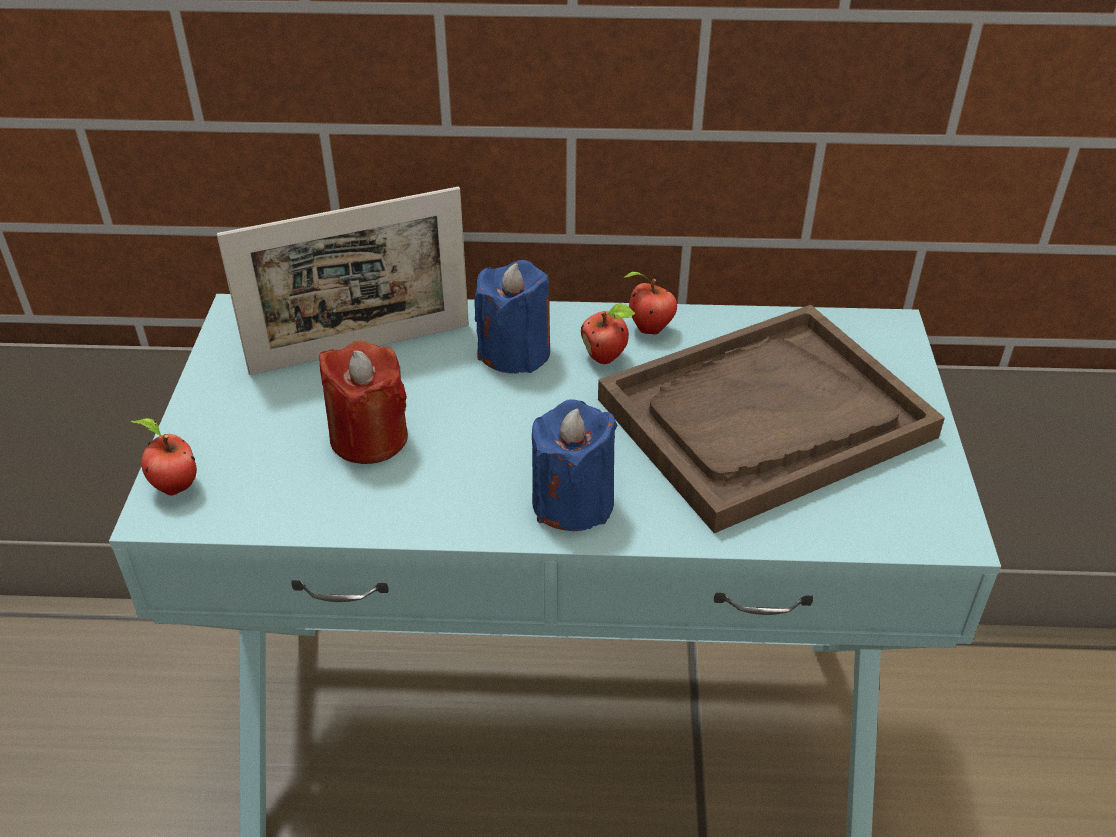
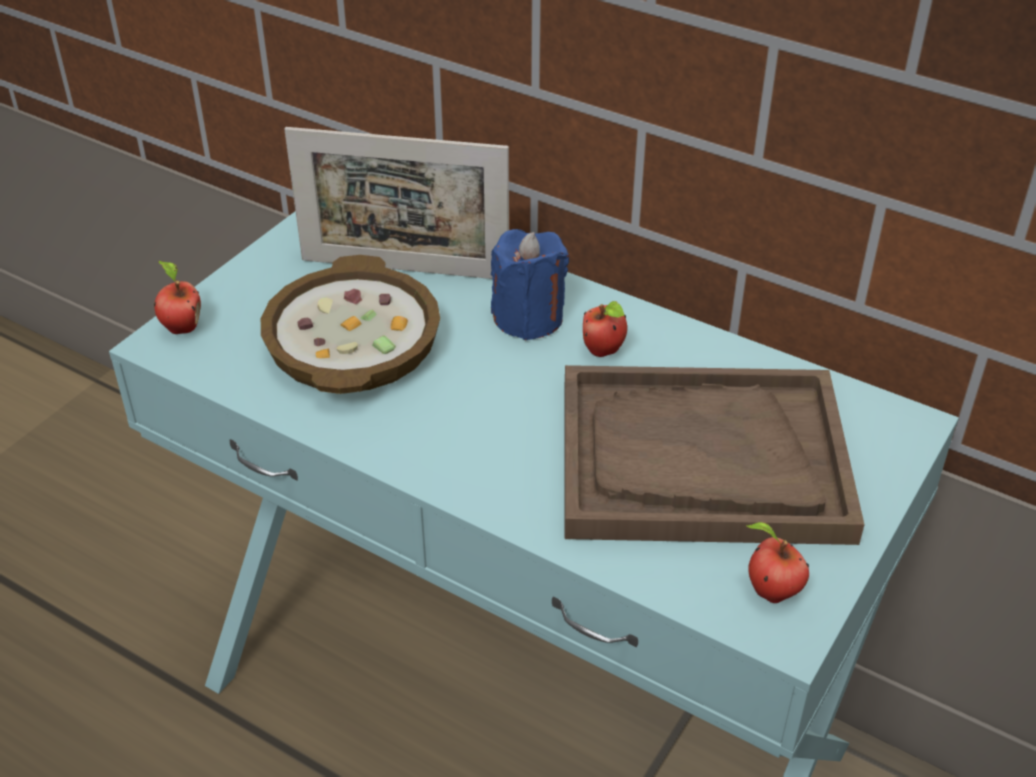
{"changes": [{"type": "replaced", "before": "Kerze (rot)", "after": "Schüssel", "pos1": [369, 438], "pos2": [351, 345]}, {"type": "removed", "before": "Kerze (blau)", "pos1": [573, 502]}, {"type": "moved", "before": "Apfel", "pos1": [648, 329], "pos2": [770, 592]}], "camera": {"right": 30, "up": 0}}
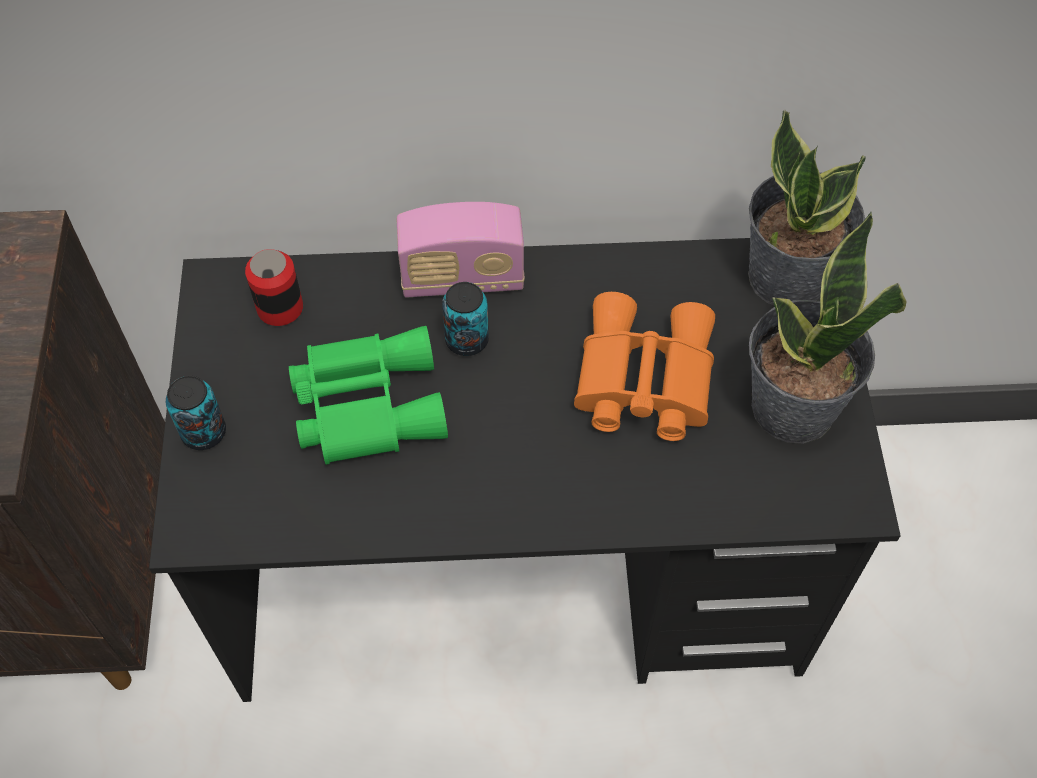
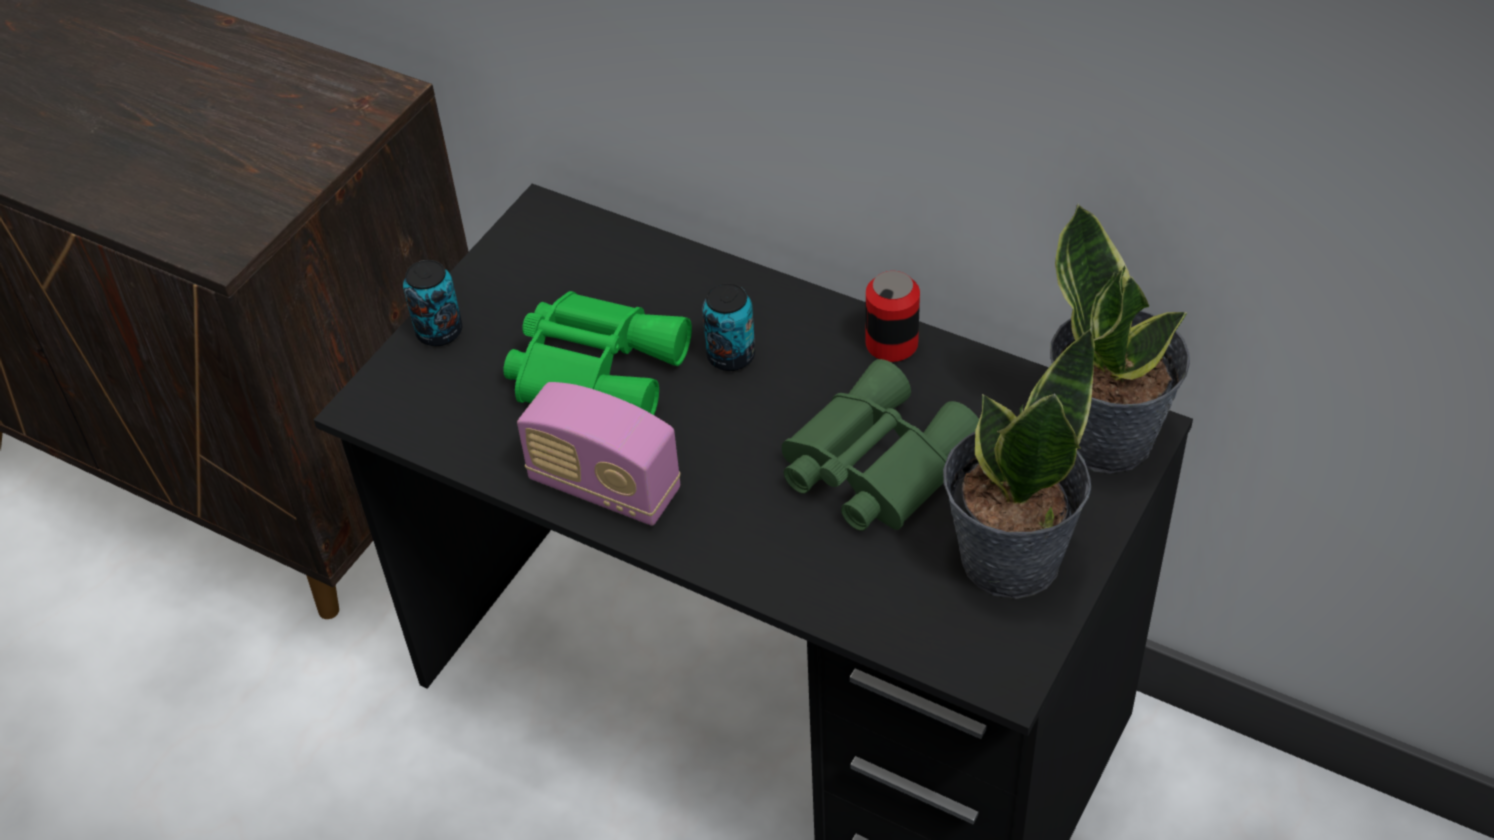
{"changes": [{"type": "moved", "before": "Dose", "pos1": [280, 308], "pos2": [891, 344]}, {"type": "moved", "before": "Radio", "pos1": [462, 278], "pos2": [604, 487]}, {"type": "recoloured", "before": "Fernglas (orange)", "after": "Fernglas (grün)", "pos1": [640, 380], "pos2": [871, 464]}], "camera": {"right": 35, "up": -10}}
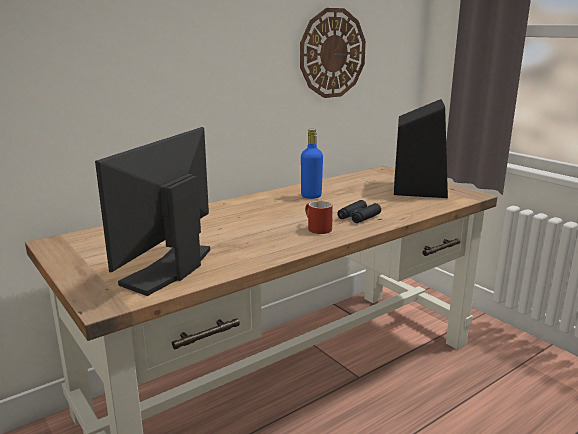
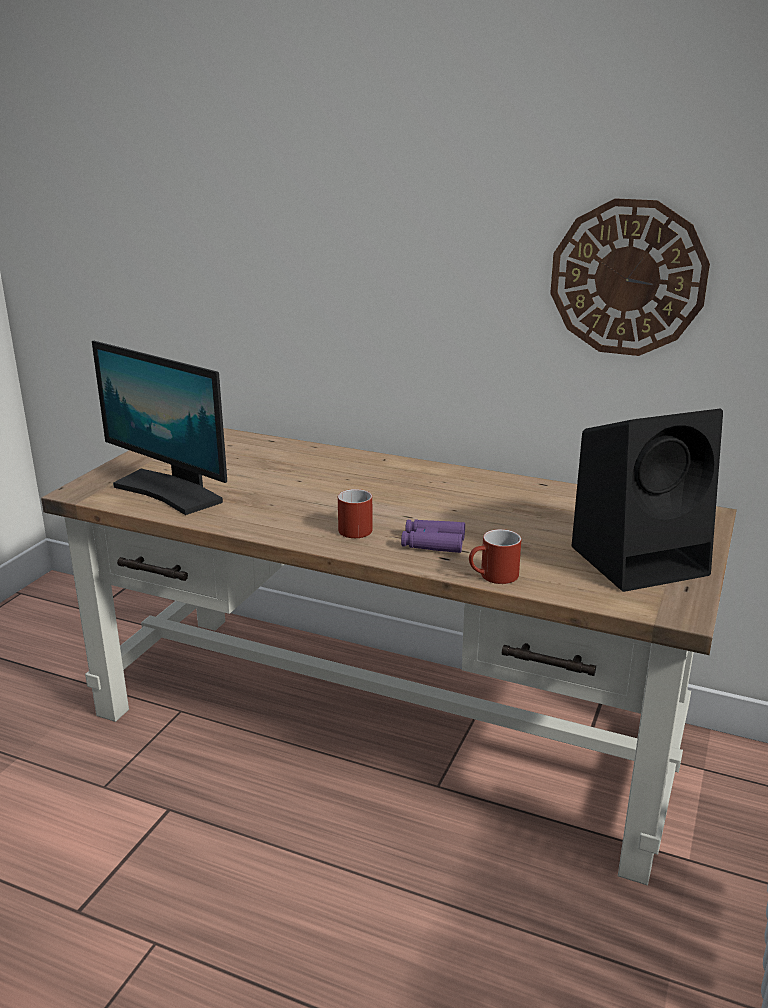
{"changes": [{"type": "turned", "before": "Monitor", "pos1": [170, 269], "pos2": [170, 491], "turn": -135}, {"type": "removed", "before": "Flasche (blau)", "pos1": [311, 196]}, {"type": "recoloured", "before": "Fernglas (schwarz)", "after": "Fernglas (lila)", "pos1": [358, 217], "pos2": [433, 543]}, {"type": "added", "after": "Henkelbecher (rot)", "pos2": [493, 577]}], "camera": {"right": 60, "up": 5}}
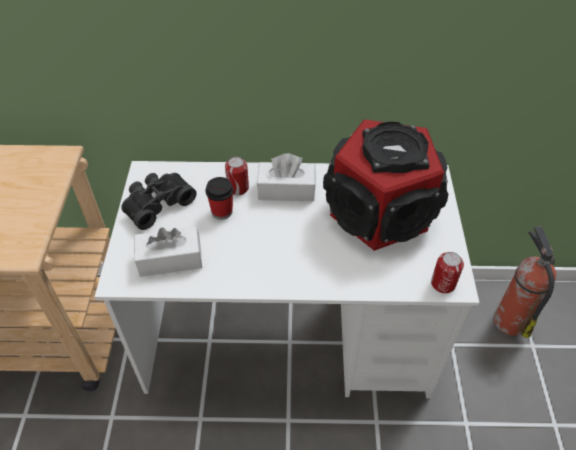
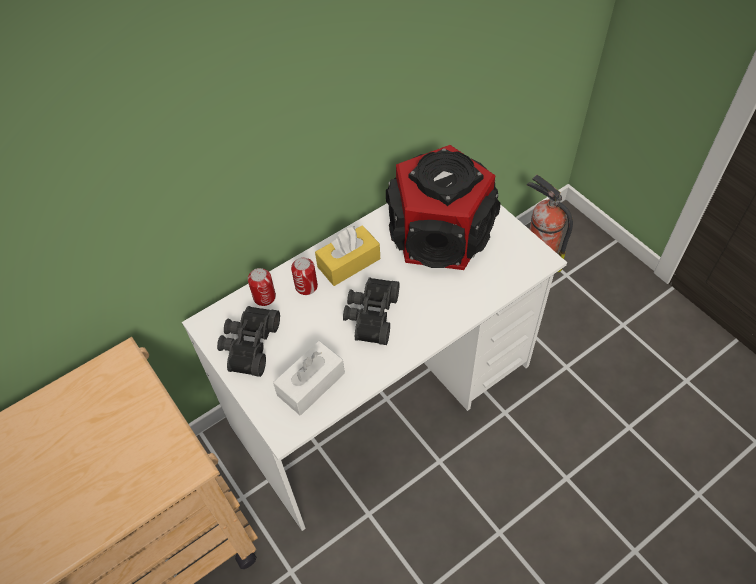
{"changes": [{"type": "removed", "before": "Tasse", "pos1": [222, 211]}, {"type": "recoloured", "before": "Taschentuchbox (weiß)", "after": "Taschentuchbox (gelb)", "pos1": [286, 190], "pos2": [349, 263]}, {"type": "moved", "before": "Dose", "pos1": [443, 283], "pos2": [264, 297]}, {"type": "added", "after": "Fernglas (schwarz)", "pos2": [370, 315]}], "camera": {"right": -35, "up": 5}}
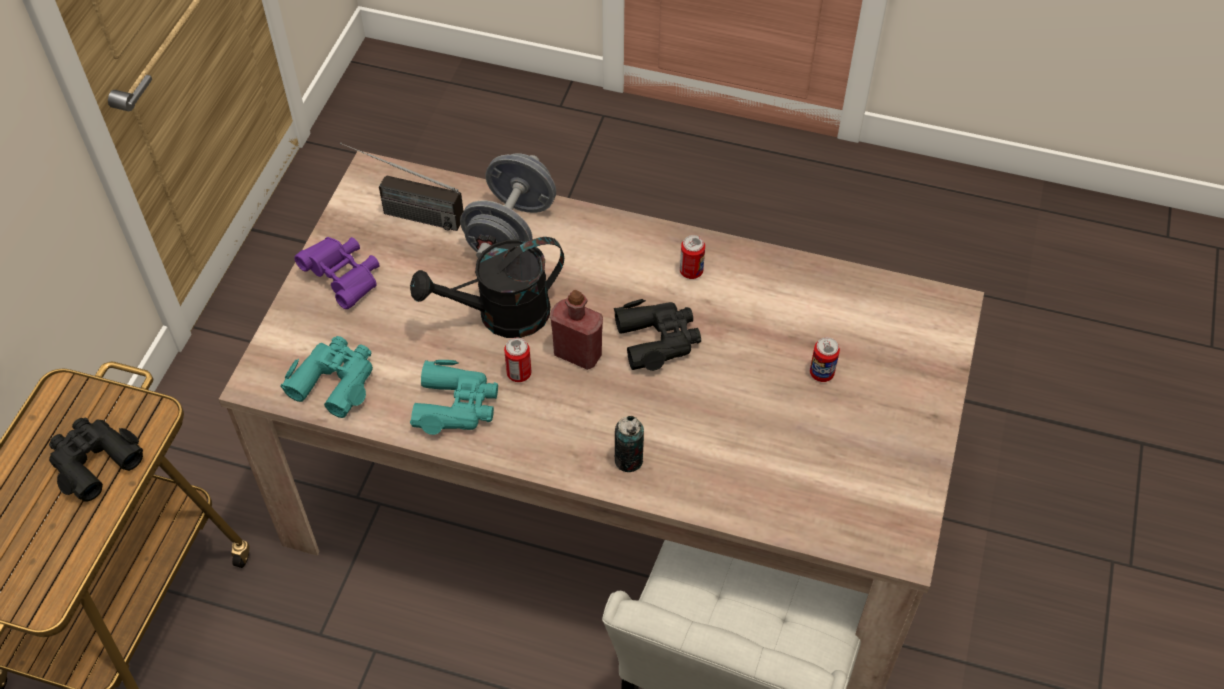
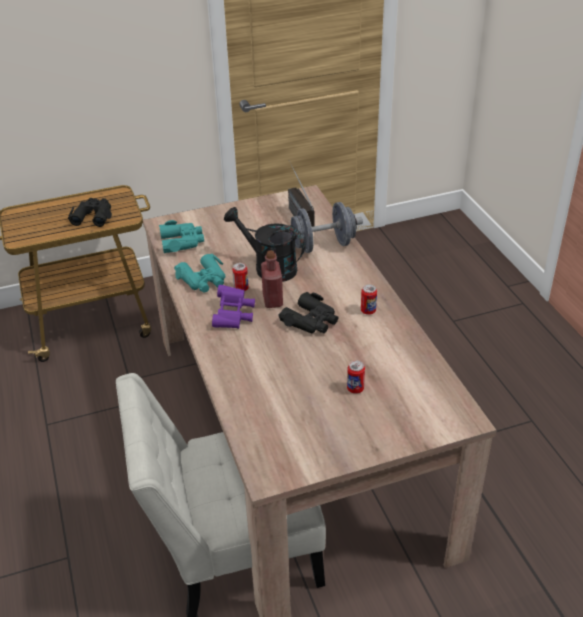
{"changes": [{"type": "moved", "before": "Fernglas (lila)", "pos1": [344, 278], "pos2": [233, 316]}, {"type": "removed", "before": "Dose", "pos1": [628, 460]}], "camera": {"right": 55, "up": -15}}
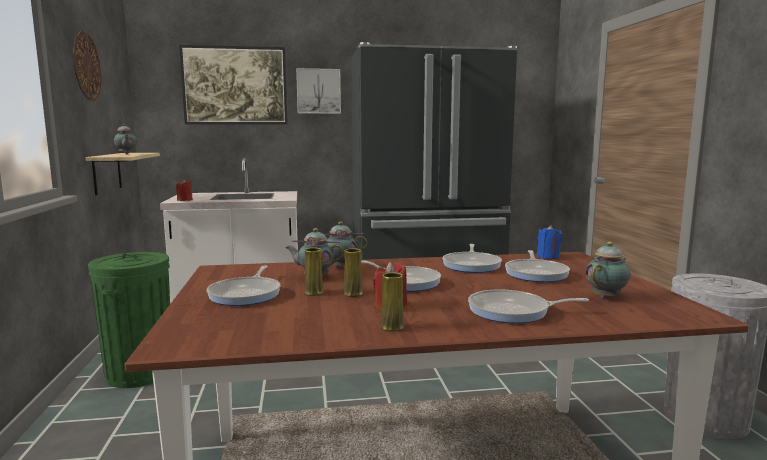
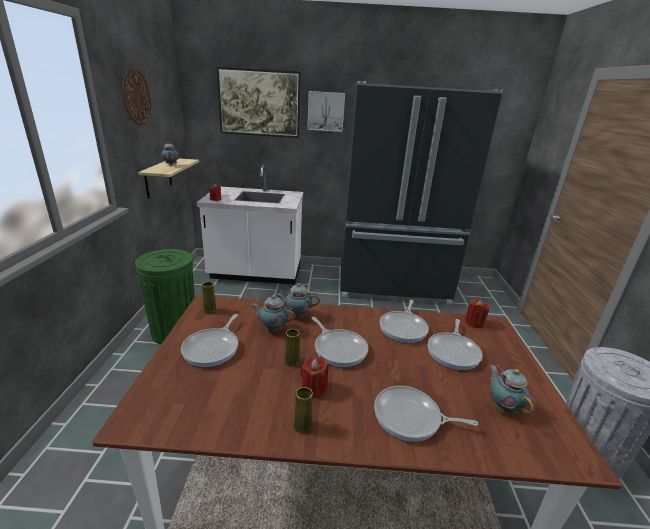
{"changes": [{"type": "moved", "before": "Vase (gelb)", "pos1": [314, 293], "pos2": [210, 310]}, {"type": "recoloured", "before": "Kerze (blau)", "after": "Kerze (rot)", "pos1": [548, 256], "pos2": [474, 323]}, {"type": "turned", "before": "Teekanne", "pos1": [607, 297], "pos2": [502, 407], "turn": -75}], "camera": {"right": 10, "up": 15}}
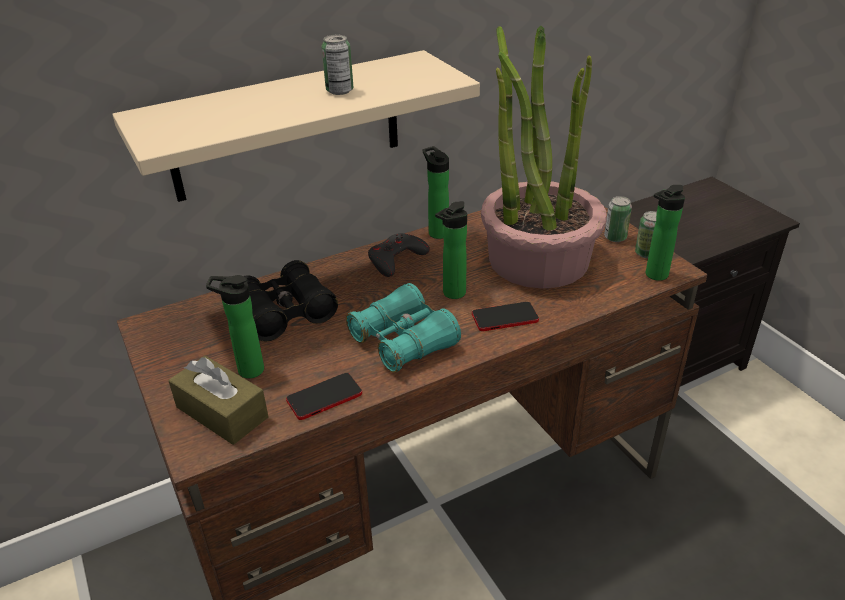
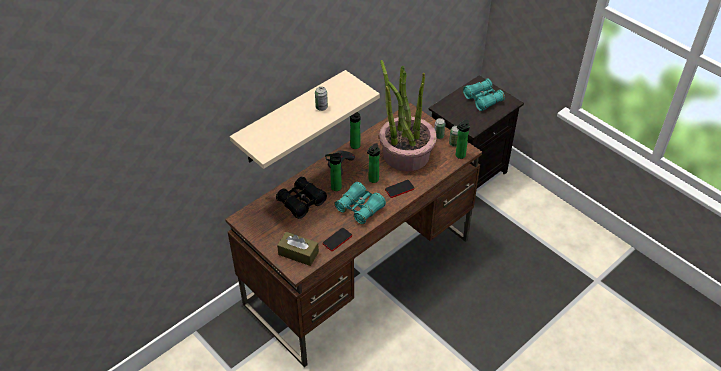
{"changes": [{"type": "moved", "before": "Flasche", "pos1": [247, 370], "pos2": [334, 187]}, {"type": "added", "after": "Fernglas (türkis)", "pos2": [483, 99]}], "camera": {"right": -15, "up": 10}}
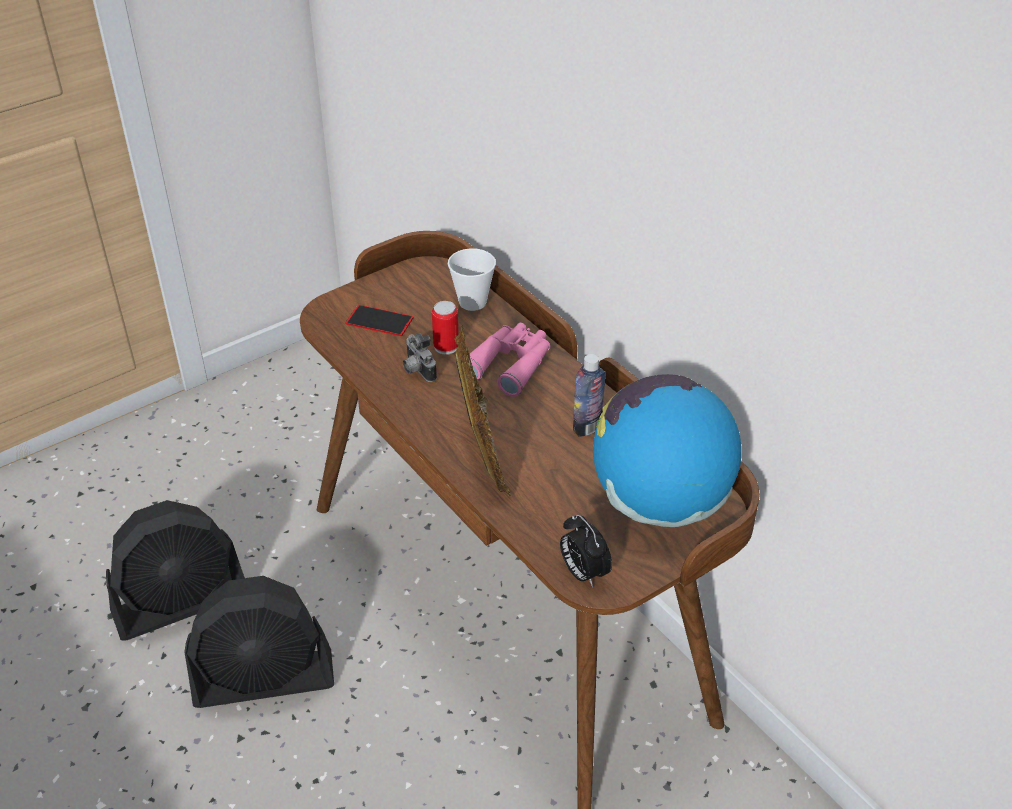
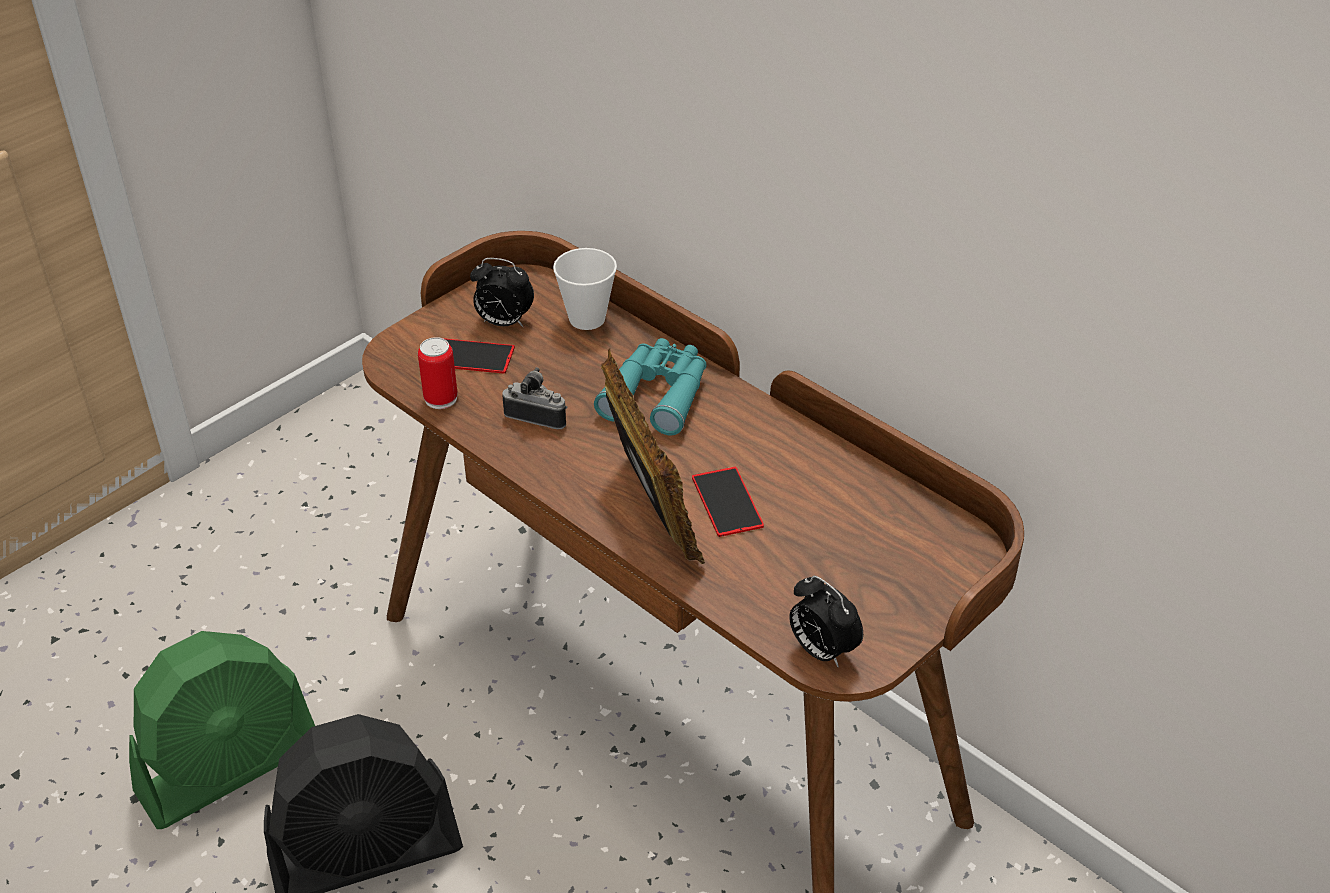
{"changes": [{"type": "recoloured", "before": "Ventilator (schwarz)", "after": "Ventilator (grün)", "pos1": [181, 603], "pos2": [230, 767]}, {"type": "turned", "before": "Kamera", "pos1": [417, 370], "pos2": [538, 416], "turn": 150}, {"type": "moved", "before": "Dose", "pos1": [446, 347], "pos2": [441, 398]}, {"type": "recoloured", "before": "Fernglas (rosa)", "after": "Fernglas (türkis)", "pos1": [510, 364], "pos2": [657, 394]}, {"type": "removed", "before": "Flasche", "pos1": [587, 427]}, {"type": "removed", "before": "Globus", "pos1": [660, 502]}, {"type": "added", "after": "Wecker", "pos2": [503, 323]}, {"type": "added", "after": "Handy", "pos2": [727, 502]}], "camera": {"right": -10, "up": 0}}
